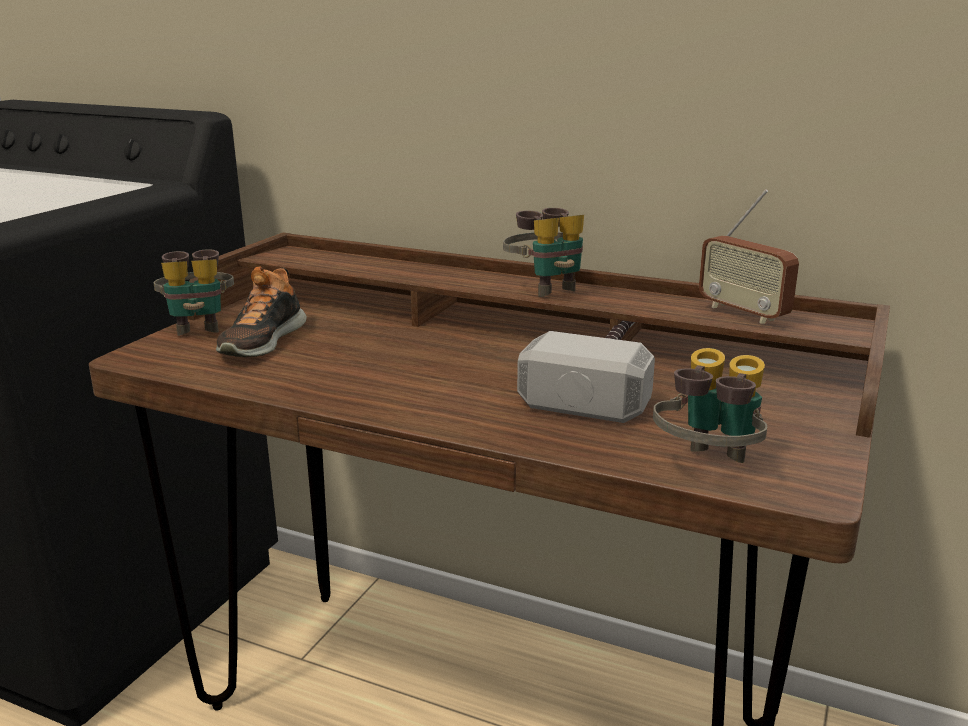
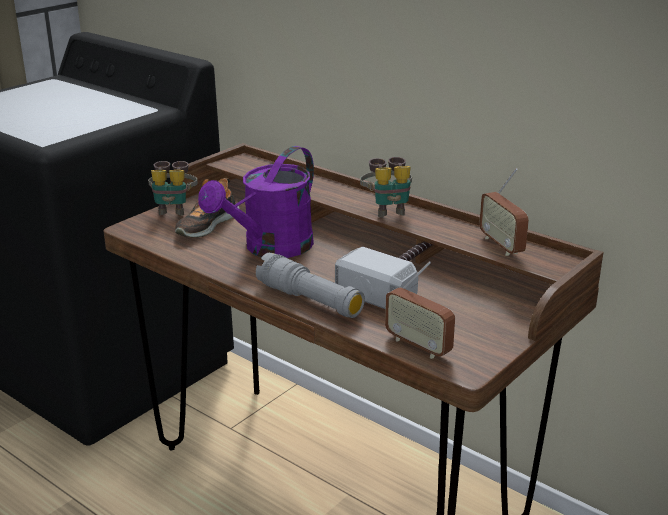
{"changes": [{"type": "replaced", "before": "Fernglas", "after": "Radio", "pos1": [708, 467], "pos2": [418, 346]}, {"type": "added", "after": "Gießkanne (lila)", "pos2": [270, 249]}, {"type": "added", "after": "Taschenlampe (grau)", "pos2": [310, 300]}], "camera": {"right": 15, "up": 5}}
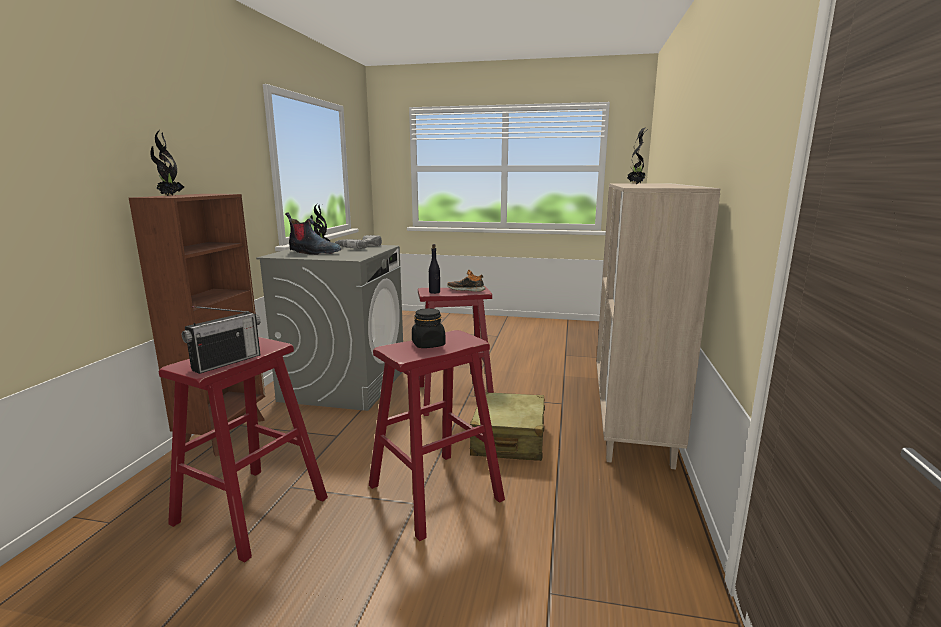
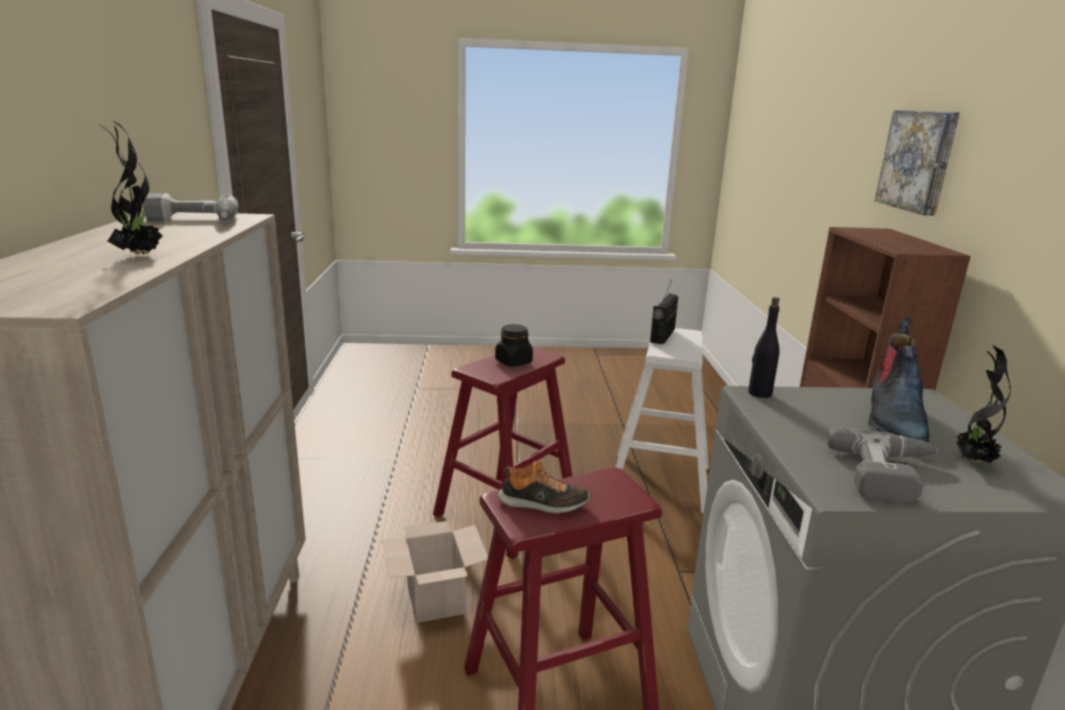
{"changes": [{"type": "removed", "before": "Topfpflanze", "pos1": [169, 196]}, {"type": "recoloured", "before": "Hocker (rot)", "after": "Hocker (weiß)", "pos1": [251, 510], "pos2": [659, 481]}, {"type": "turned", "before": "Stiefel", "pos1": [313, 252], "pos2": [893, 419], "turn": -75}, {"type": "moved", "before": "Flasche (schwarz)", "pos1": [434, 292], "pos2": [759, 393]}, {"type": "replaced", "before": "Koffer (beige)", "after": "Karton", "pos1": [508, 439], "pos2": [434, 597]}, {"type": "added", "after": "Bohrmaschine", "pos2": [193, 221]}, {"type": "added", "after": "Bild", "pos2": [919, 161]}], "camera": {"right": 165, "up": 5}}
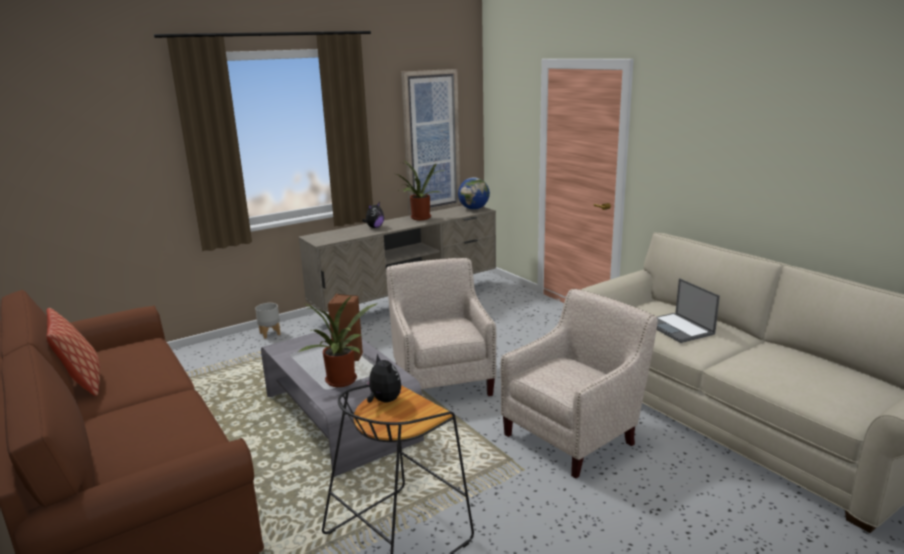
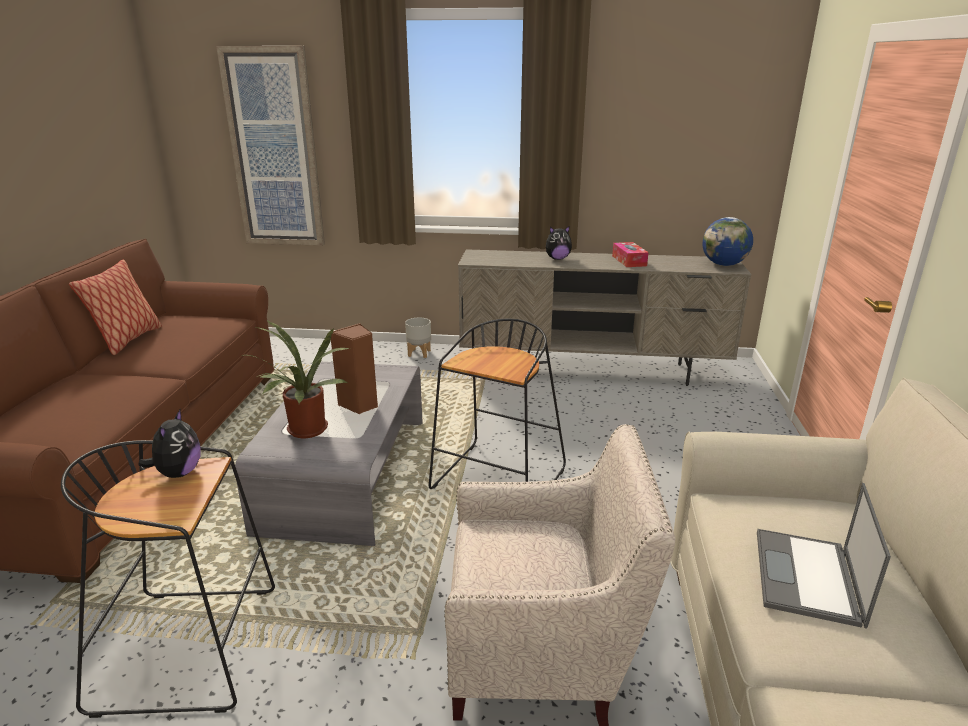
{"changes": [{"type": "replaced", "before": "Sessel (beige)", "after": "Hocker (schwarz)", "pos1": [443, 380], "pos2": [499, 481]}, {"type": "replaced", "before": "Topfpflanze", "after": "Taschentuchbox", "pos1": [419, 218], "pos2": [629, 261]}, {"type": "moved", "before": "Bild", "pos1": [431, 142], "pos2": [274, 150]}], "camera": {"right": 40, "up": 5}}
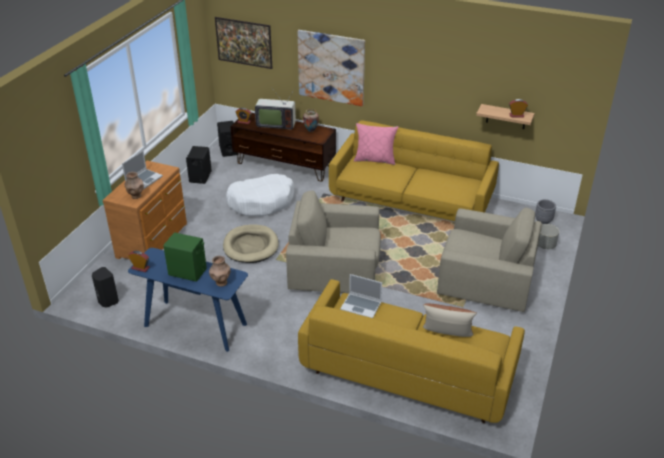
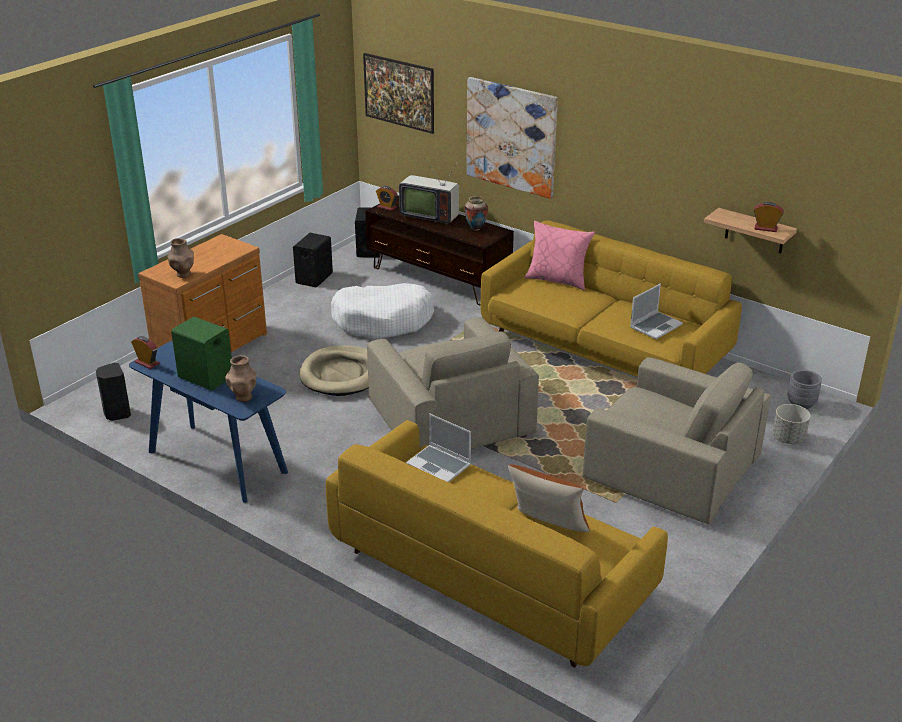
{"changes": [{"type": "moved", "before": "Laptop", "pos1": [144, 180], "pos2": [655, 326]}, {"type": "turned", "before": "Sessel (beige)", "pos1": [335, 266], "pos2": [449, 418], "turn": -135}], "camera": {"right": 15, "up": -5}}
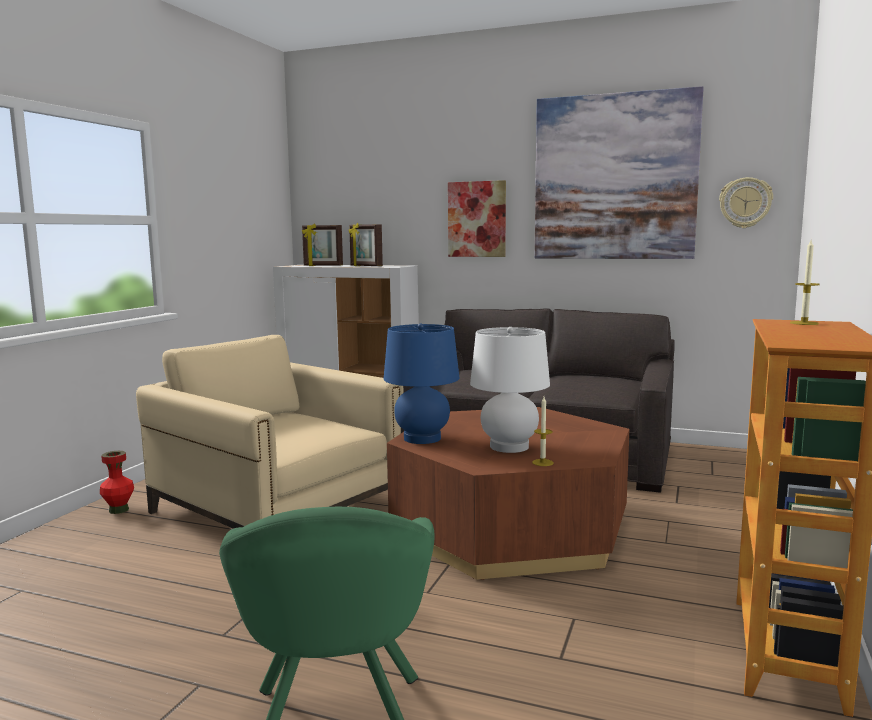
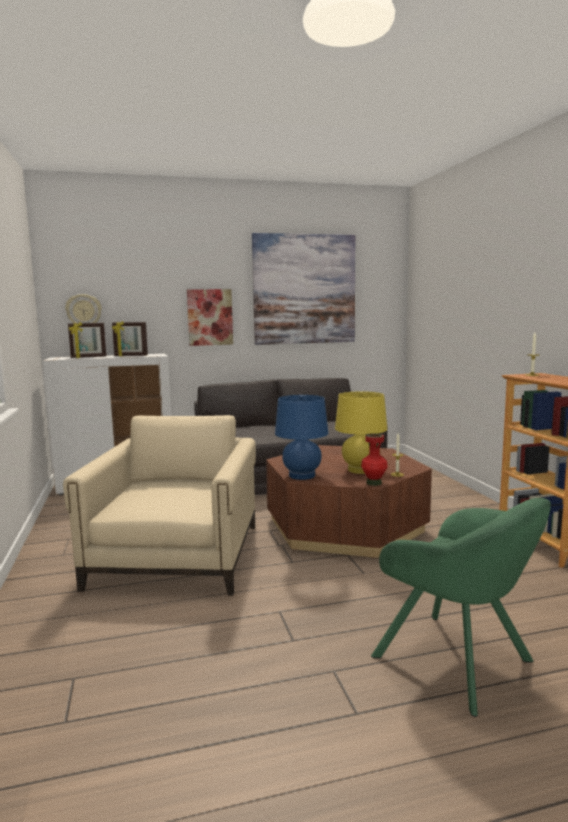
{"changes": [{"type": "moved", "before": "Vase (rot)", "pos1": [119, 510], "pos2": [374, 483]}, {"type": "turned", "before": "Sessel (beige)", "pos1": [277, 509], "pos2": [177, 556], "turn": 90}, {"type": "recoloured", "before": "Tischlampe (weiß)", "after": "Tischlampe (gelb)", "pos1": [509, 446], "pos2": [360, 470]}, {"type": "moved", "before": "Wanduhr", "pos1": [745, 203], "pos2": [84, 311]}], "camera": {"right": -35, "up": 0}}
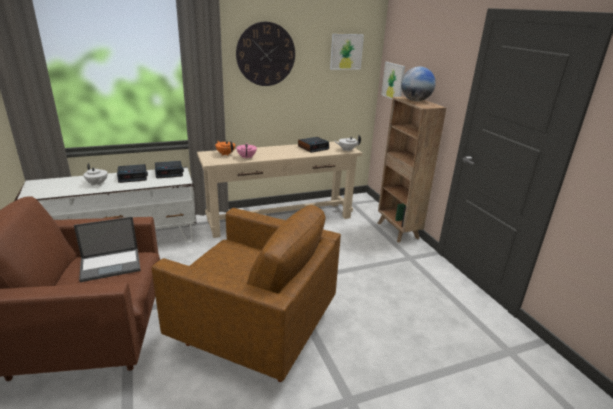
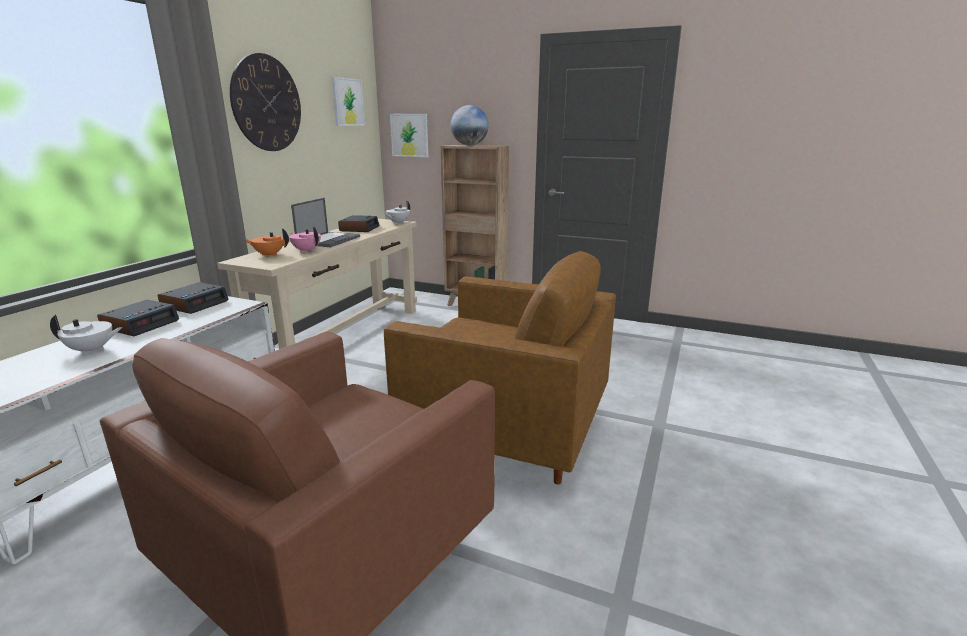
{"changes": [{"type": "moved", "before": "Laptop", "pos1": [111, 264], "pos2": [329, 240]}, {"type": "turned", "before": "Sessel (braun)", "pos1": [253, 331], "pos2": [505, 432], "turn": 45}], "camera": {"right": -45, "up": -5}}
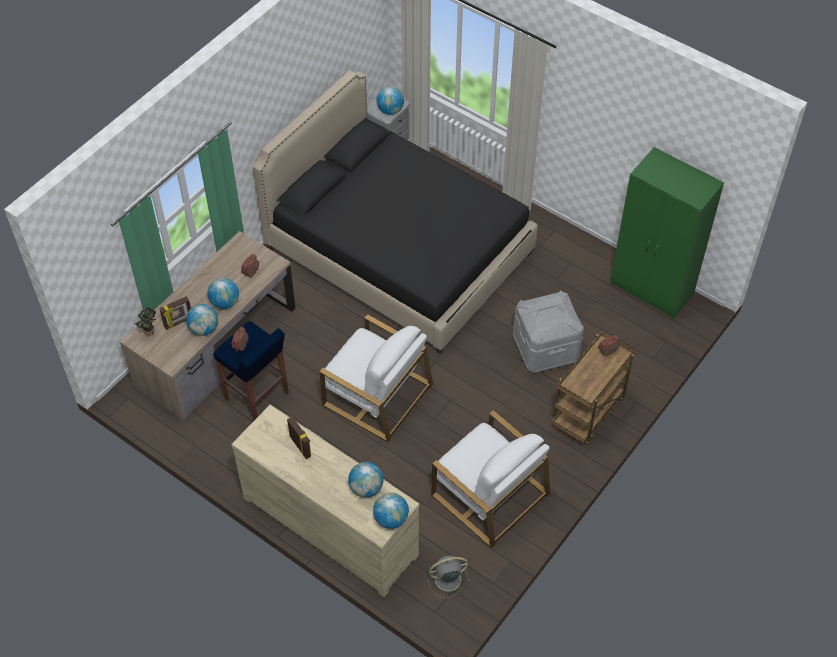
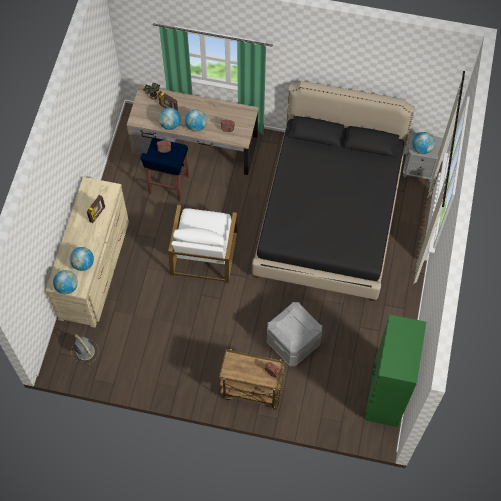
{"changes": [{"type": "removed", "before": "Sessel (weiß)", "pos1": [489, 494]}], "camera": {"right": 65, "up": 10}}
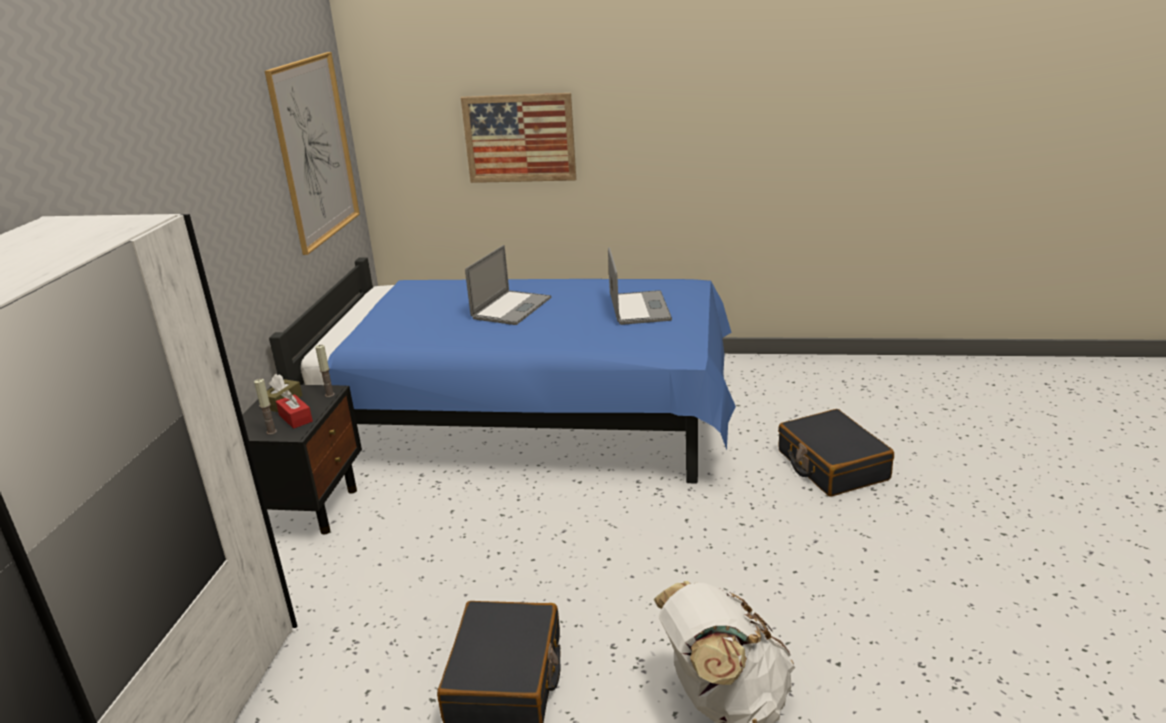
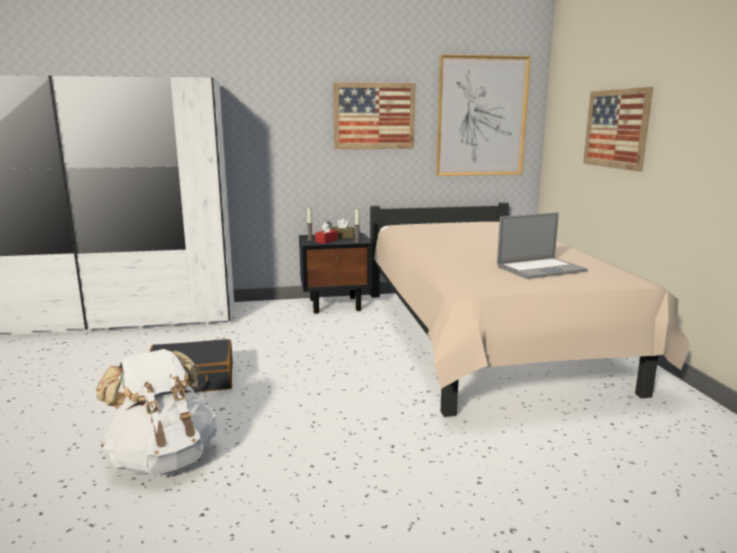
{"changes": [{"type": "recoloured", "before": "Bett (blau)", "after": "Bett (beige)", "pos1": [531, 420], "pos2": [484, 340]}, {"type": "removed", "before": "Laptop", "pos1": [511, 308]}, {"type": "removed", "before": "Koffer (schwarz)", "pos1": [831, 465]}, {"type": "added", "after": "Bild", "pos2": [374, 116]}], "camera": {"right": 70, "up": -10}}
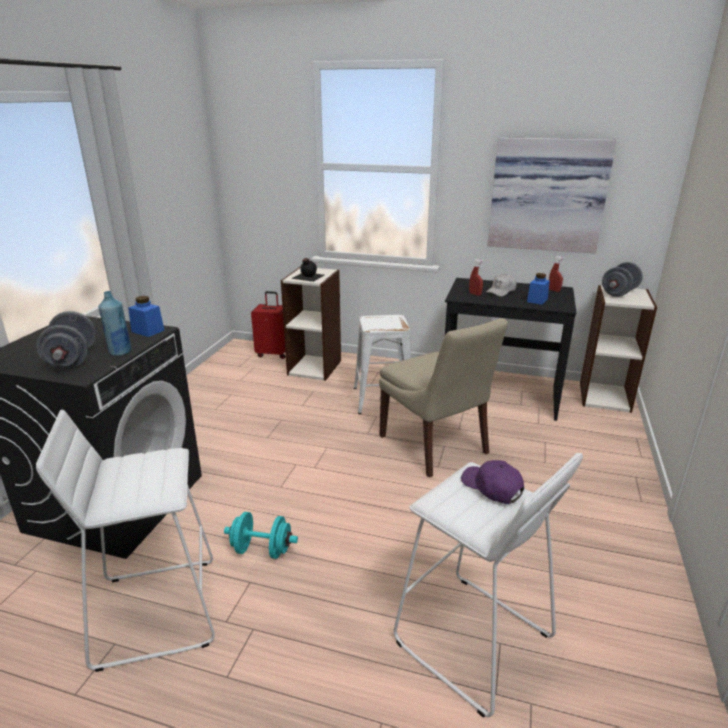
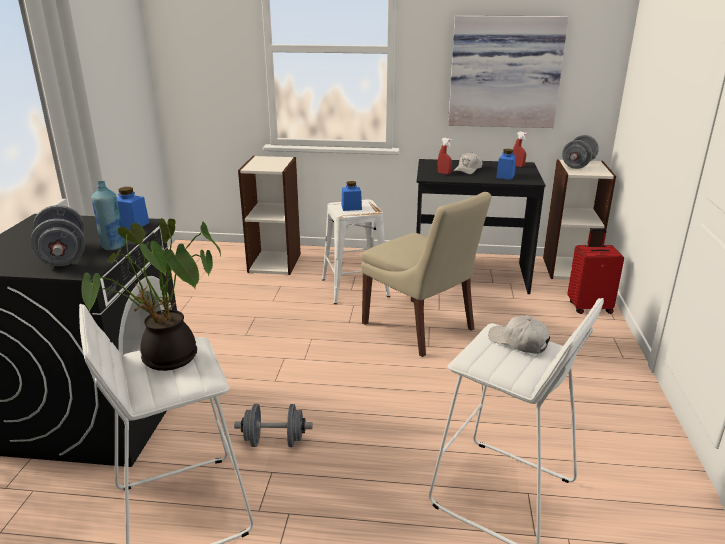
{"changes": [{"type": "recoloured", "before": "Hantel (türkis)", "after": "Hantel (grau)", "pos1": [262, 550], "pos2": [274, 441]}, {"type": "moved", "before": "Koffer (rot)", "pos1": [273, 354], "pos2": [589, 307]}, {"type": "removed", "before": "Flasche (schwarz)", "pos1": [307, 276]}, {"type": "recoloured", "before": "Kappe (lila)", "after": "Kappe (weiß)", "pos1": [492, 488], "pos2": [518, 342]}, {"type": "added", "after": "Topfpflanze", "pos2": [167, 360]}, {"type": "added", "after": "Vorratsglas (blau)", "pos2": [351, 207]}], "camera": {"right": -10, "up": 0}}
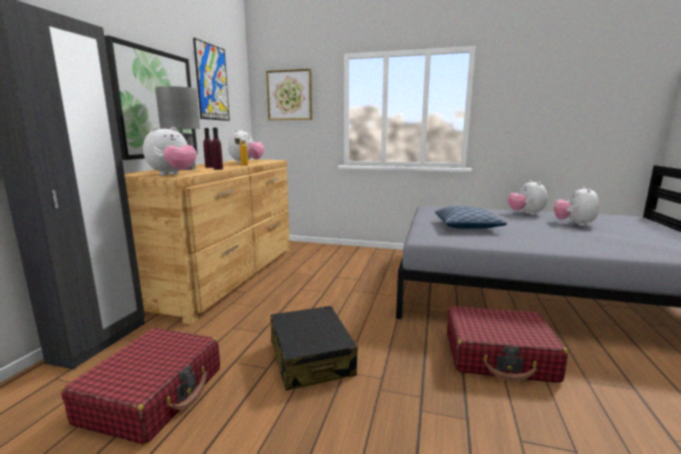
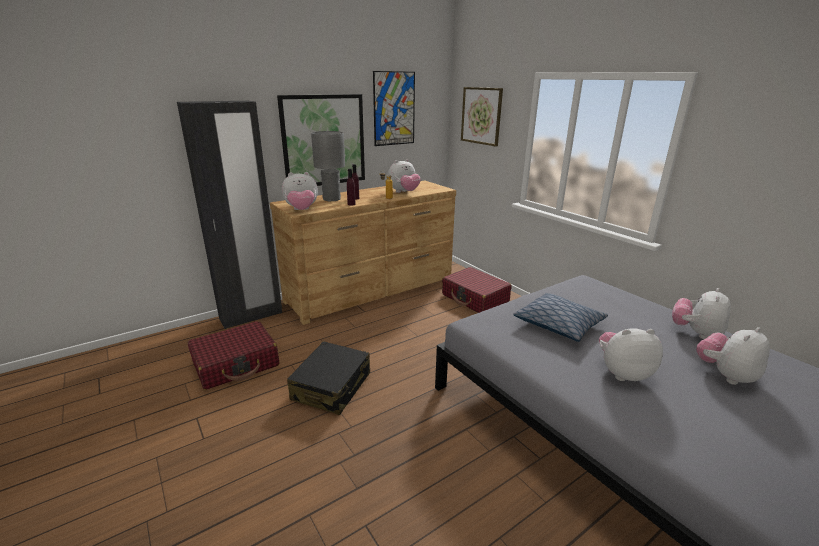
{"changes": [{"type": "moved", "before": "Koffer (rot)", "pos1": [498, 356], "pos2": [475, 298]}, {"type": "added", "after": "Plüschtier", "pos2": [622, 373]}], "camera": {"right": 40, "up": 10}}
